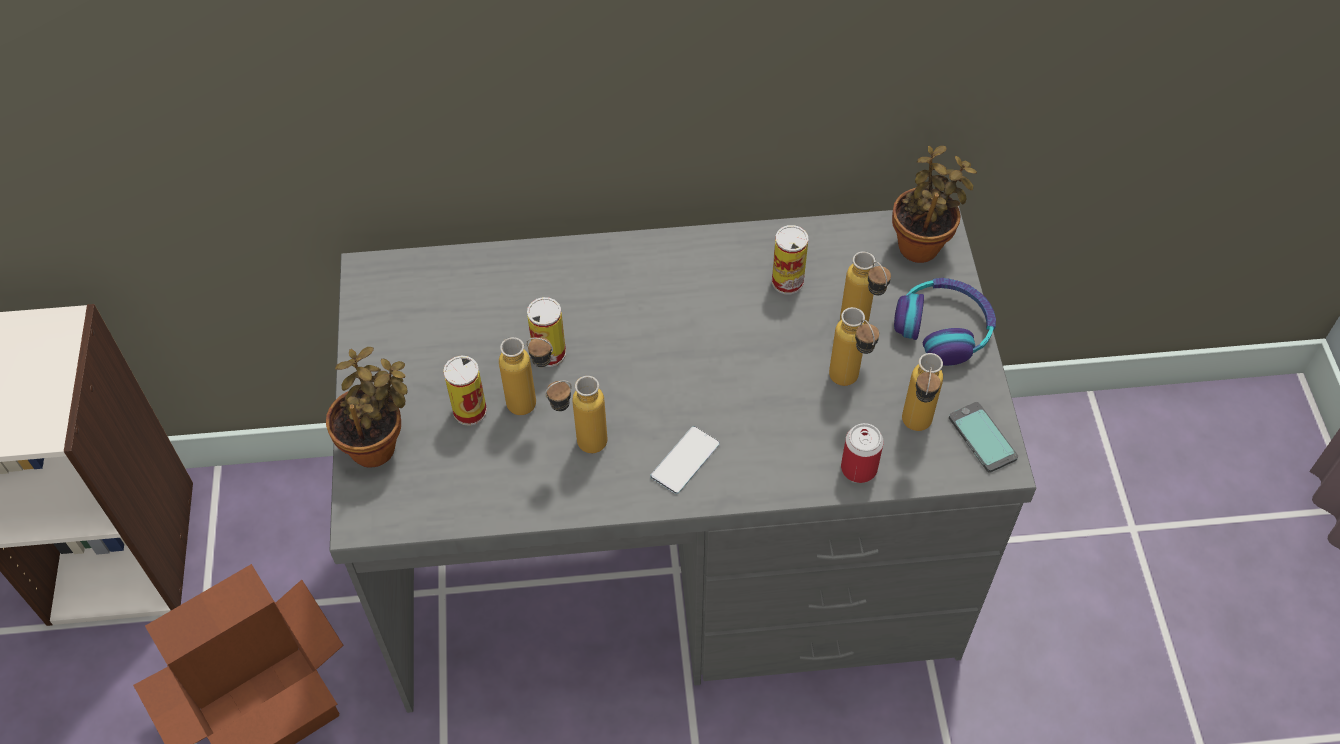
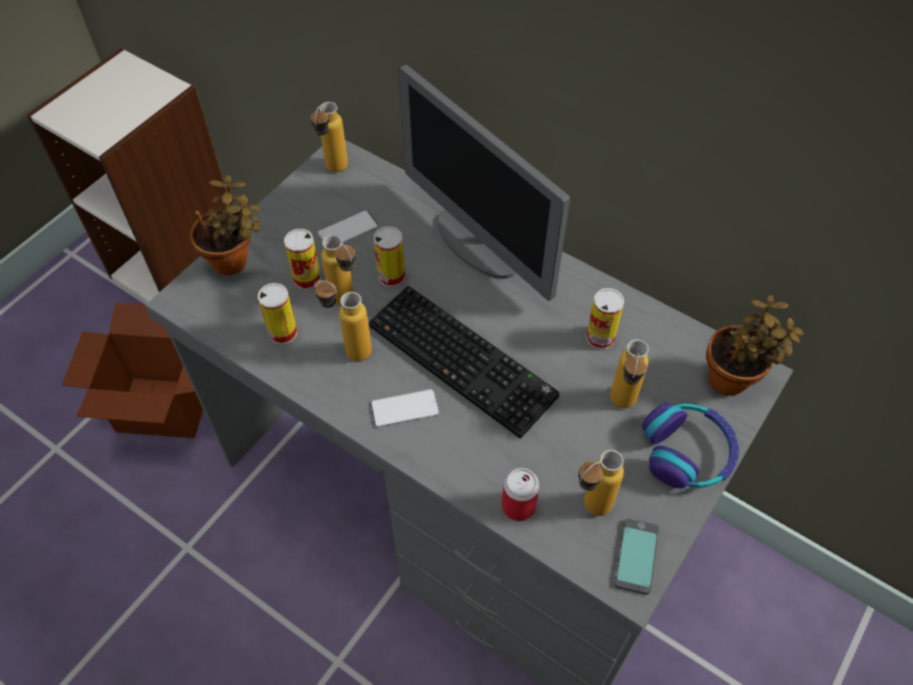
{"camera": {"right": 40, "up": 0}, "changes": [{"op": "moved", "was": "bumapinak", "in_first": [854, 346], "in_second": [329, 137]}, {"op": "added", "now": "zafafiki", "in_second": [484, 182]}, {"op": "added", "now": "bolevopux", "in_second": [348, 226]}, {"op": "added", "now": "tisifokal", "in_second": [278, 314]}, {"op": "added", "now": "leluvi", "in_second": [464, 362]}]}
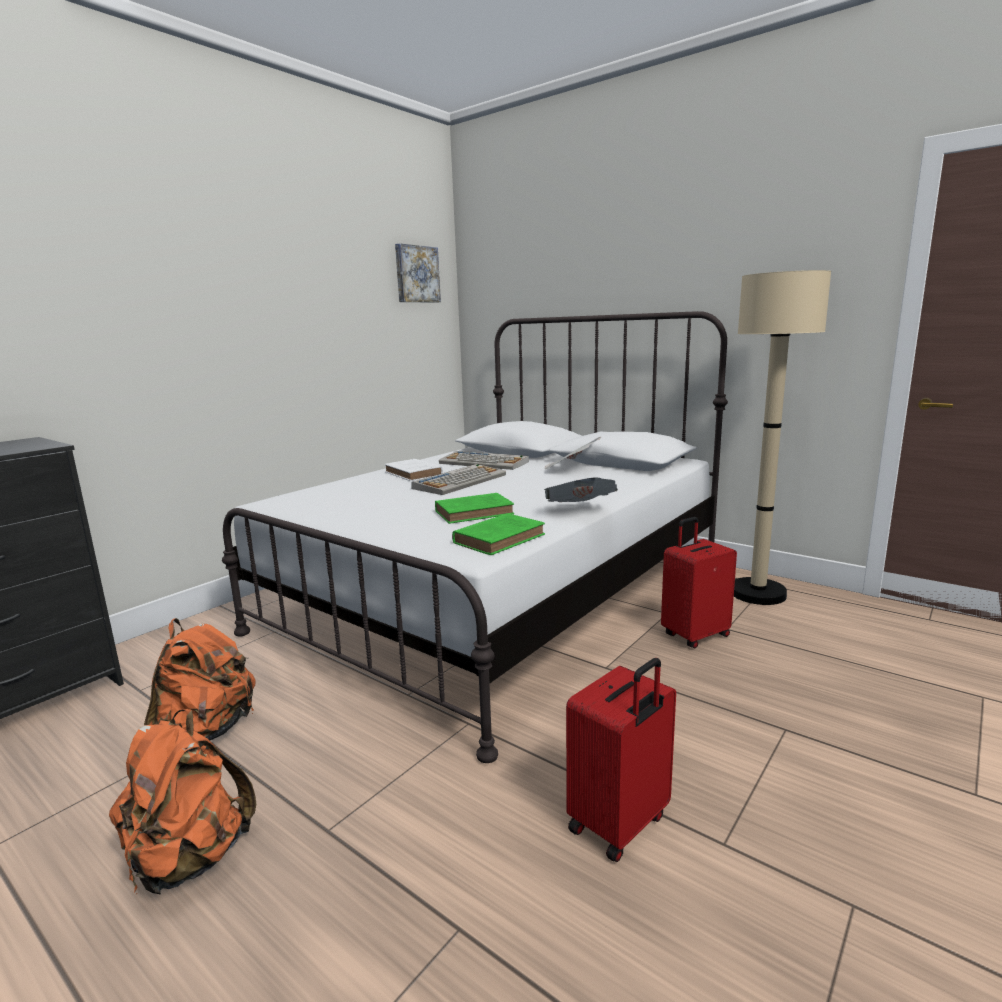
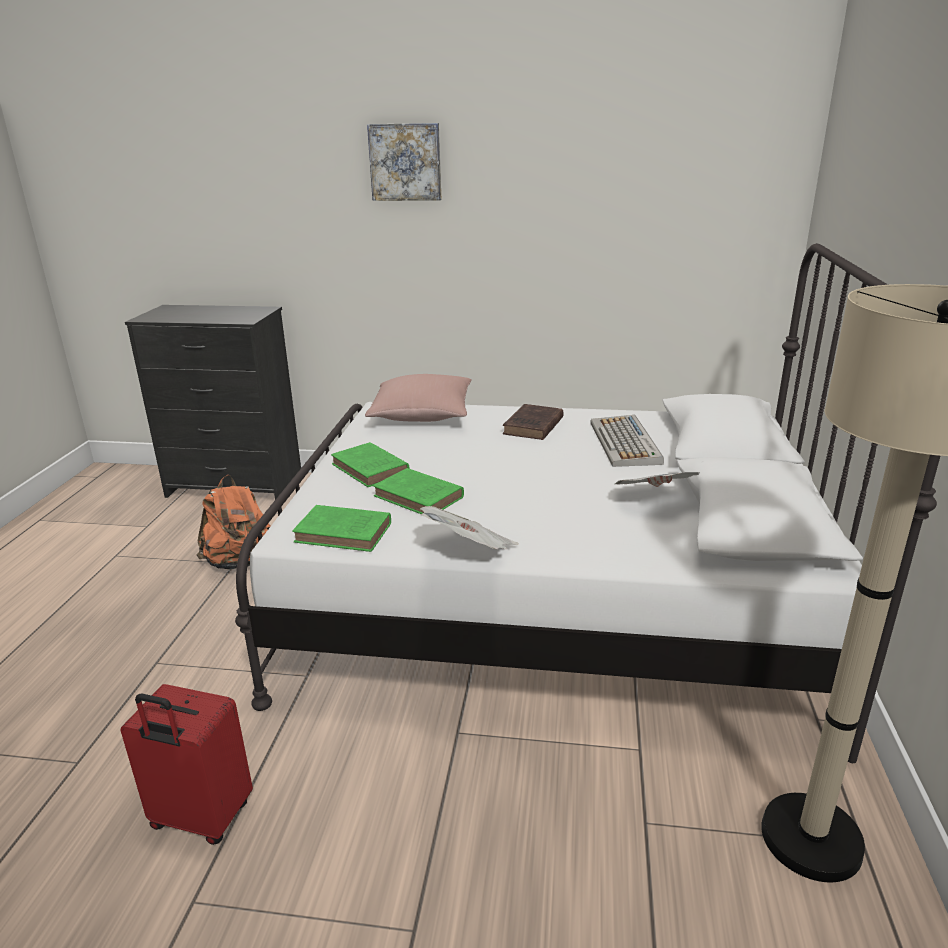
{"camera": {"right": 60, "up": 10}, "changes": [{"op": "moved", "was": "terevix", "in_first": [418, 273], "in_second": [404, 162]}, {"op": "recoloured", "was": "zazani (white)", "now": "zazani (brown)", "in_first": [413, 470], "in_second": [533, 422]}, {"op": "removed", "was": "leluvi", "in_first": [458, 479]}, {"op": "removed", "was": "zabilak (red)", "in_first": [699, 582]}, {"op": "removed", "was": "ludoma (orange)", "in_first": [182, 802]}, {"op": "added", "now": "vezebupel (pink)", "in_second": [418, 398]}, {"op": "added", "now": "zazani (green)", "in_second": [370, 464]}]}
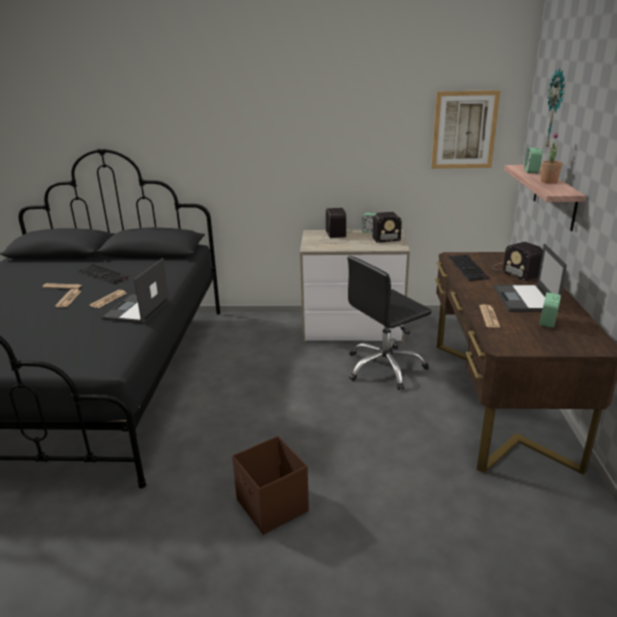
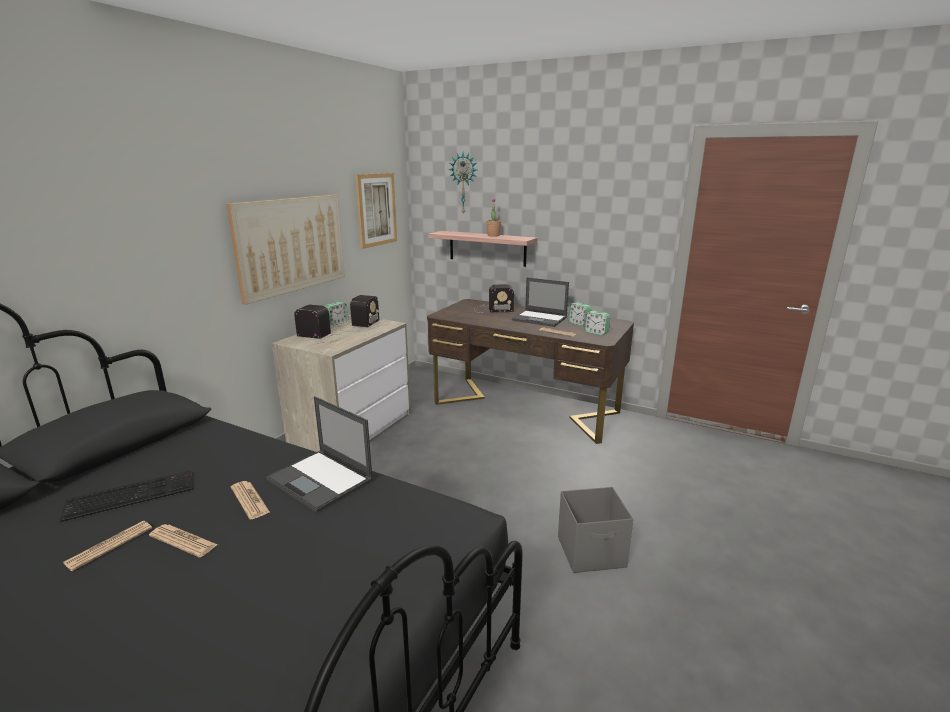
{"camera": {"right": -65, "up": -5}, "changes": [{"op": "moved", "was": "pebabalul", "in_first": [533, 160], "in_second": [597, 323]}, {"op": "removed", "was": "leluvi", "in_first": [469, 268]}, {"op": "removed", "was": "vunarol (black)", "in_first": [389, 323]}, {"op": "recoloured", "was": "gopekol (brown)", "now": "gopekol (grey)", "in_first": [270, 485], "in_second": [596, 530]}, {"op": "added", "now": "terevix", "in_second": [285, 249]}]}
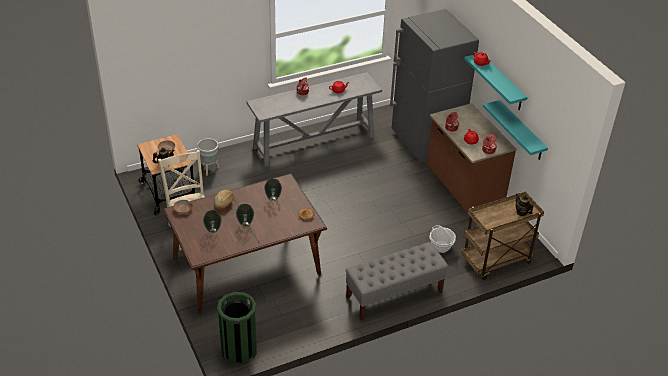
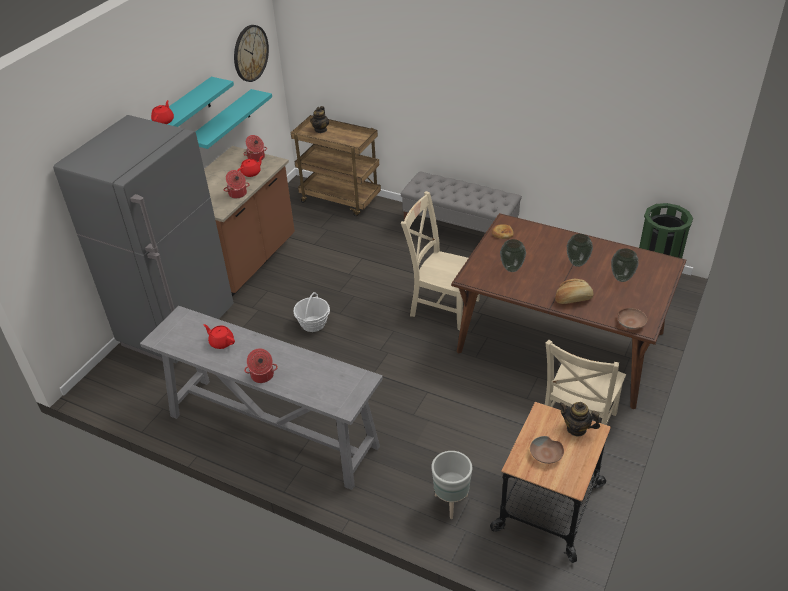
{"camera": {"right": -125, "up": 0}, "changes": [{"op": "moved", "was": "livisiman", "in_first": [443, 239], "in_second": [311, 312]}, {"op": "added", "now": "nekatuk", "in_second": [251, 53]}, {"op": "added", "now": "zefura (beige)", "in_second": [440, 260]}]}
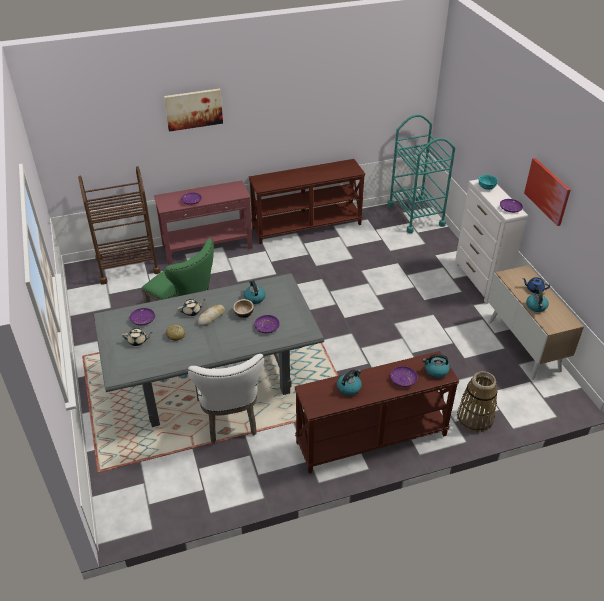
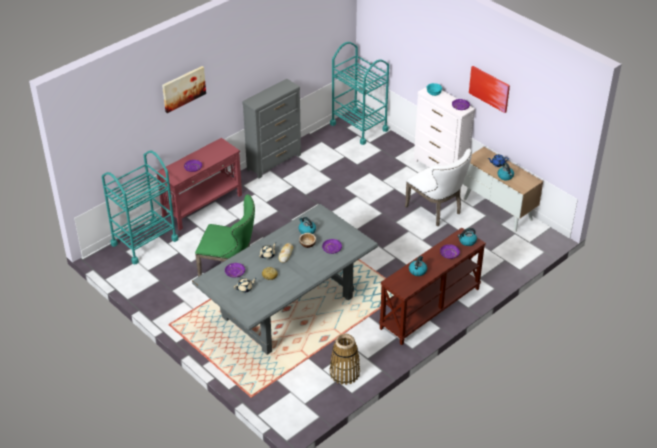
{"camera": {"right": -25, "up": 0}, "changes": [{"op": "replaced", "was": "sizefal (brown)", "now": "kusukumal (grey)", "in_first": [307, 201], "in_second": [271, 129]}, {"op": "recoloured", "was": "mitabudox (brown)", "now": "mitabudox (turquoise)", "in_first": [119, 225], "in_second": [140, 208]}, {"op": "moved", "was": "zefura (white)", "in_first": [226, 398], "in_second": [438, 187]}, {"op": "moved", "was": "livisiman", "in_first": [477, 401], "in_second": [345, 359]}]}
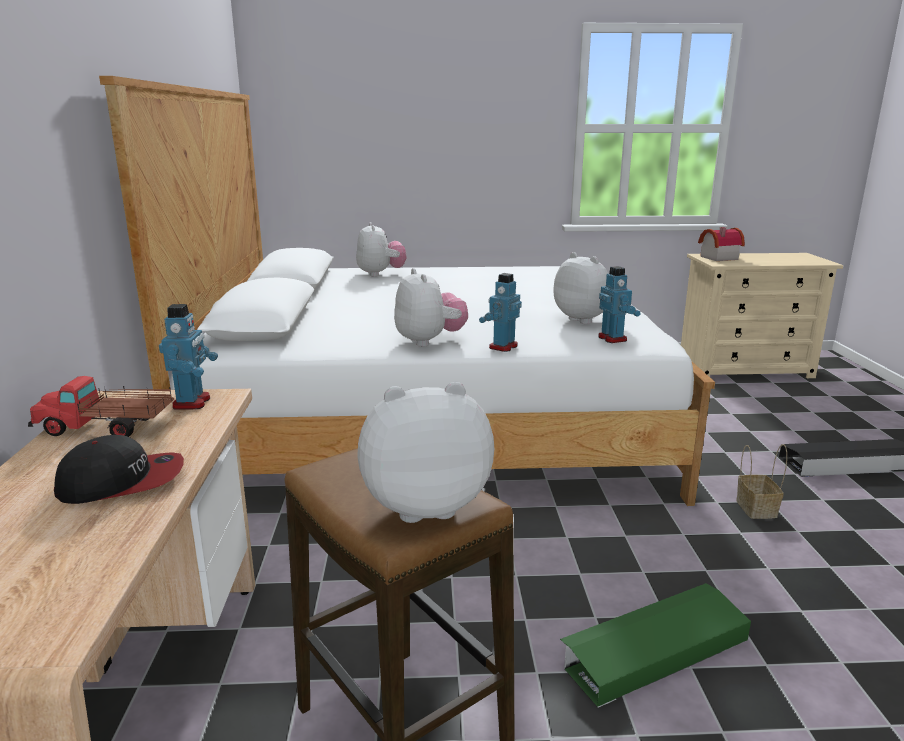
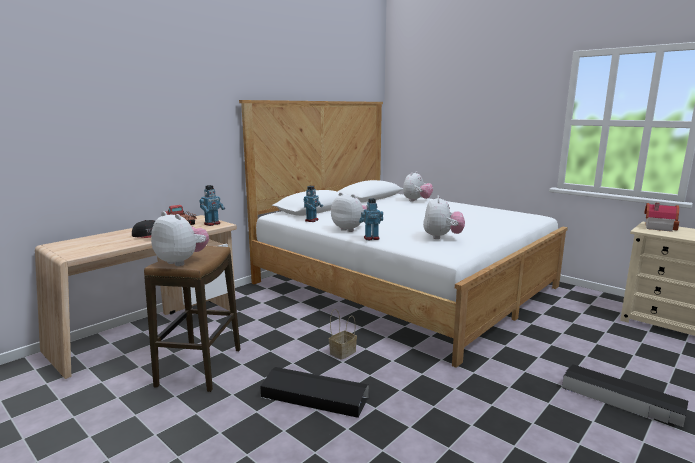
{"camera": {"right": 45, "up": -5}, "changes": [{"op": "moved", "was": "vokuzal", "in_first": [619, 304], "in_second": [313, 204]}, {"op": "turned", "was": "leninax", "in_first": [431, 307], "in_second": [349, 212], "clockwise": -75}, {"op": "moved", "was": "livisiman", "in_first": [761, 481], "in_second": [343, 334]}, {"op": "recoloured", "was": "gopekol (green)", "now": "gopekol (black)", "in_first": [655, 645], "in_second": [314, 392]}]}
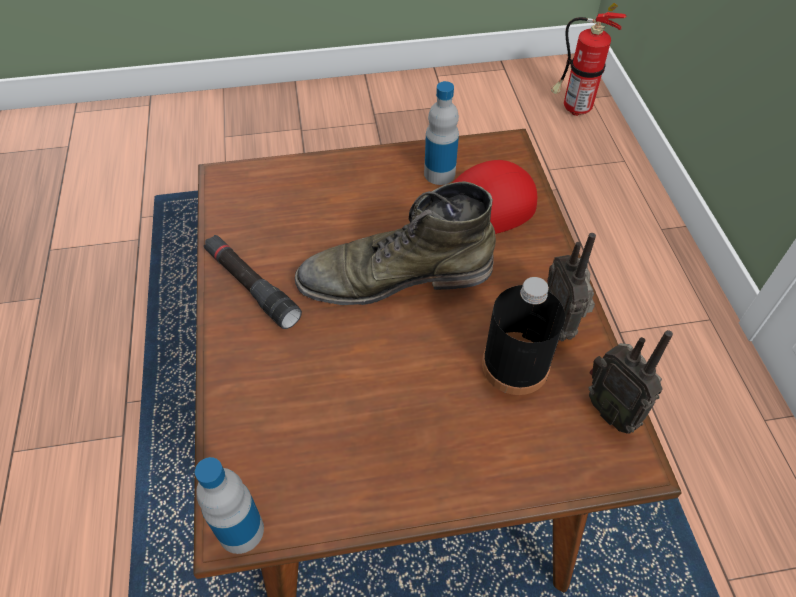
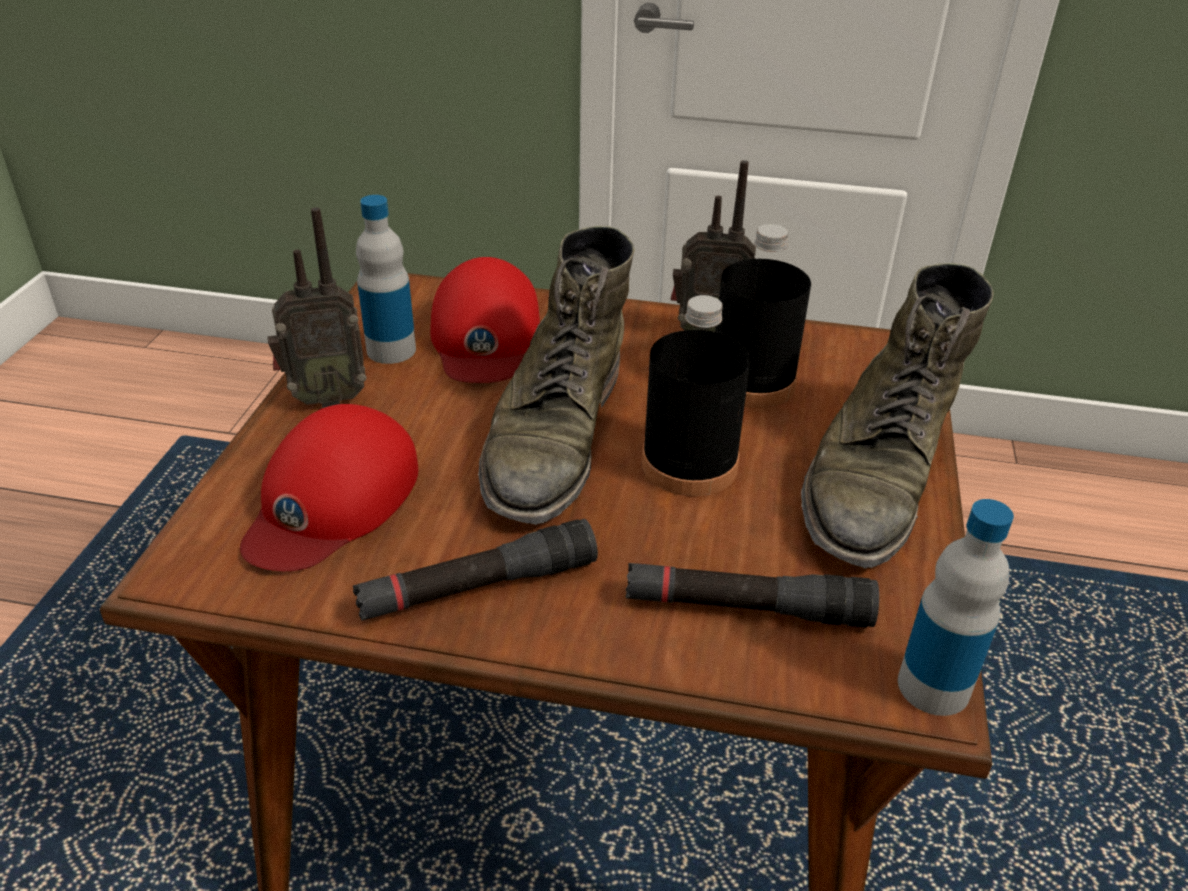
{"camera": {"right": -70, "up": -15}, "changes": [{"op": "removed", "was": "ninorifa", "in_first": [589, 59]}, {"op": "moved", "was": "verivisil", "in_first": [631, 382], "in_second": [317, 307]}, {"op": "added", "now": "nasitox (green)", "in_second": [897, 415]}, {"op": "added", "now": "bumapinak (black)", "in_second": [696, 395]}, {"op": "added", "now": "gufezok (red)", "in_second": [329, 487]}, {"op": "added", "now": "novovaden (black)", "in_second": [752, 595]}]}
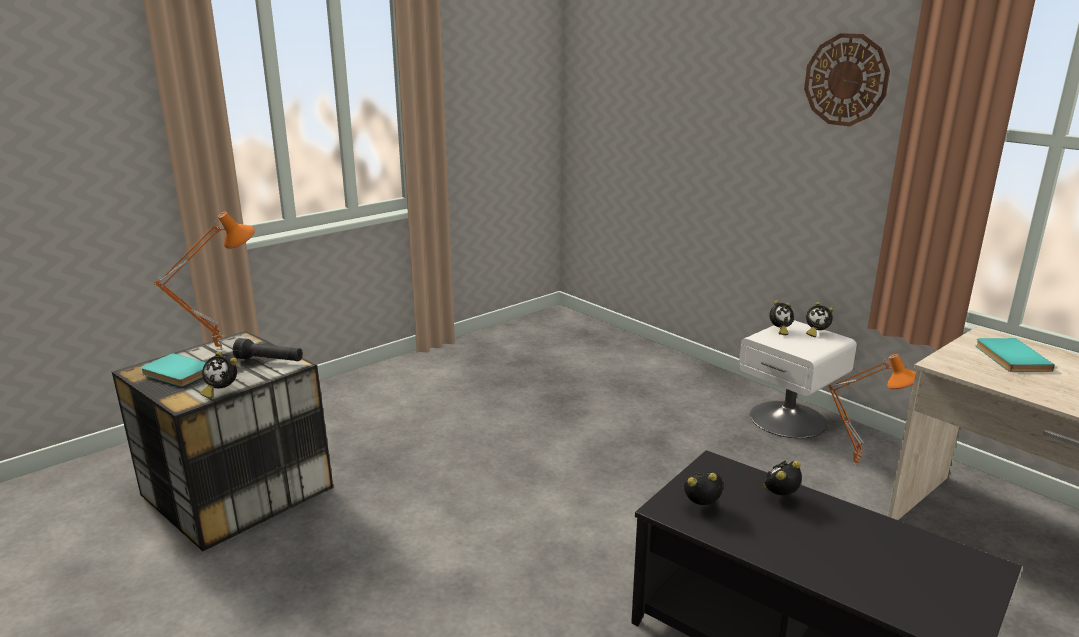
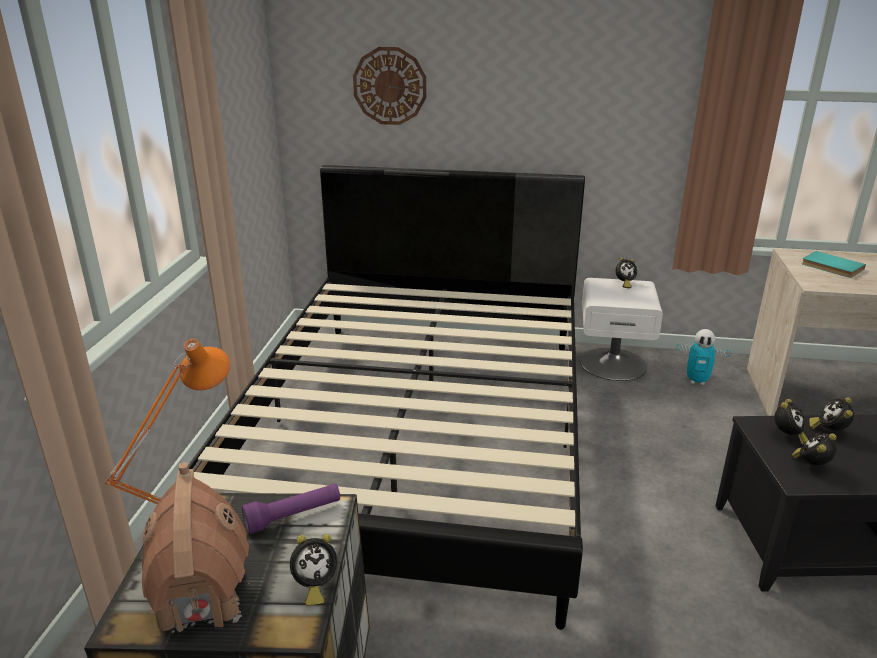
{"camera": {"right": -40, "up": 5}, "changes": [{"op": "moved", "was": "nekatuk", "in_first": [847, 79], "in_second": [389, 86]}, {"op": "moved", "was": "pebabalul", "in_first": [781, 317], "in_second": [791, 422]}, {"op": "recoloured", "was": "novovaden (black)", "now": "novovaden (purple)", "in_first": [268, 349], "in_second": [291, 509]}, {"op": "replaced", "was": "zazani (turquoise)", "now": "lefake", "in_first": [173, 370], "in_second": [195, 549]}, {"op": "replaced", "was": "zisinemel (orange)", "now": "vokuzal", "in_first": [872, 410], "in_second": [703, 357]}, {"op": "added", "now": "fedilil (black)", "in_second": [386, 397]}]}
